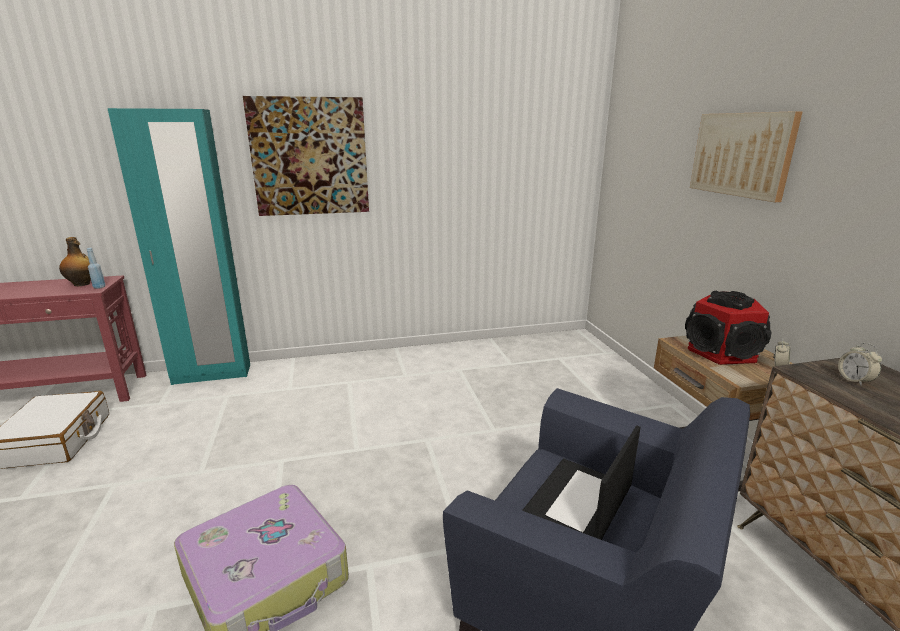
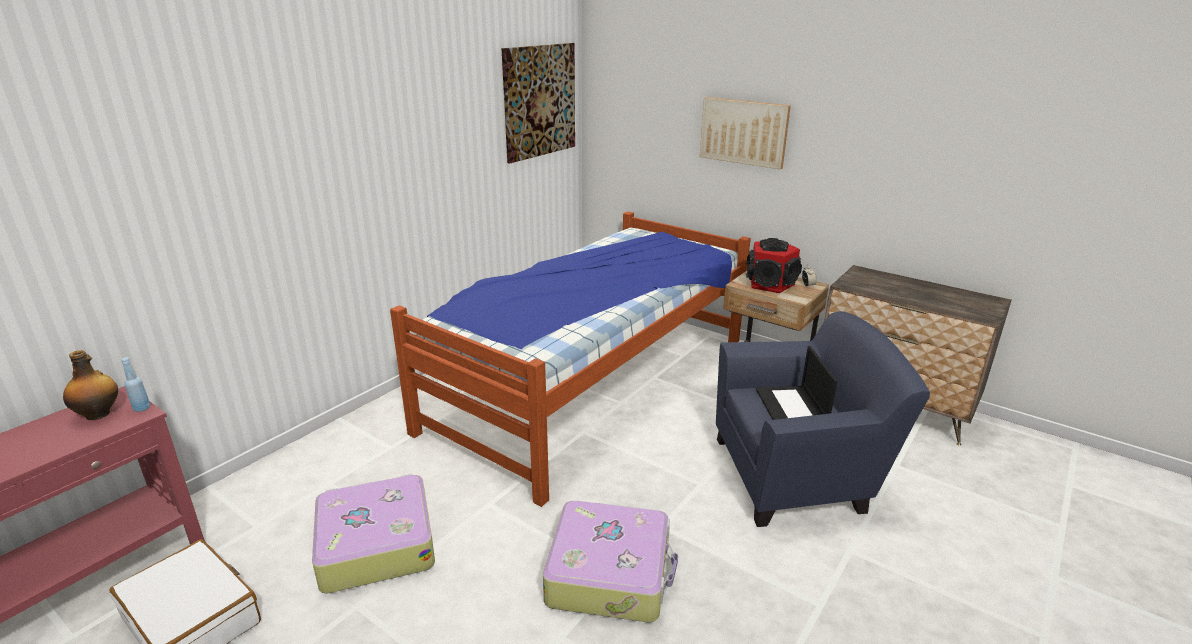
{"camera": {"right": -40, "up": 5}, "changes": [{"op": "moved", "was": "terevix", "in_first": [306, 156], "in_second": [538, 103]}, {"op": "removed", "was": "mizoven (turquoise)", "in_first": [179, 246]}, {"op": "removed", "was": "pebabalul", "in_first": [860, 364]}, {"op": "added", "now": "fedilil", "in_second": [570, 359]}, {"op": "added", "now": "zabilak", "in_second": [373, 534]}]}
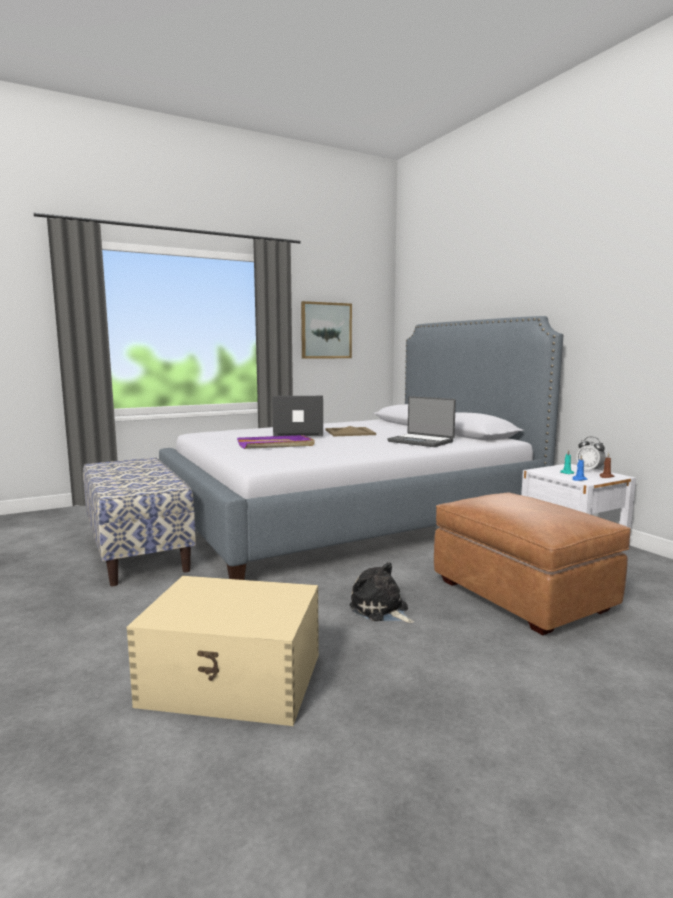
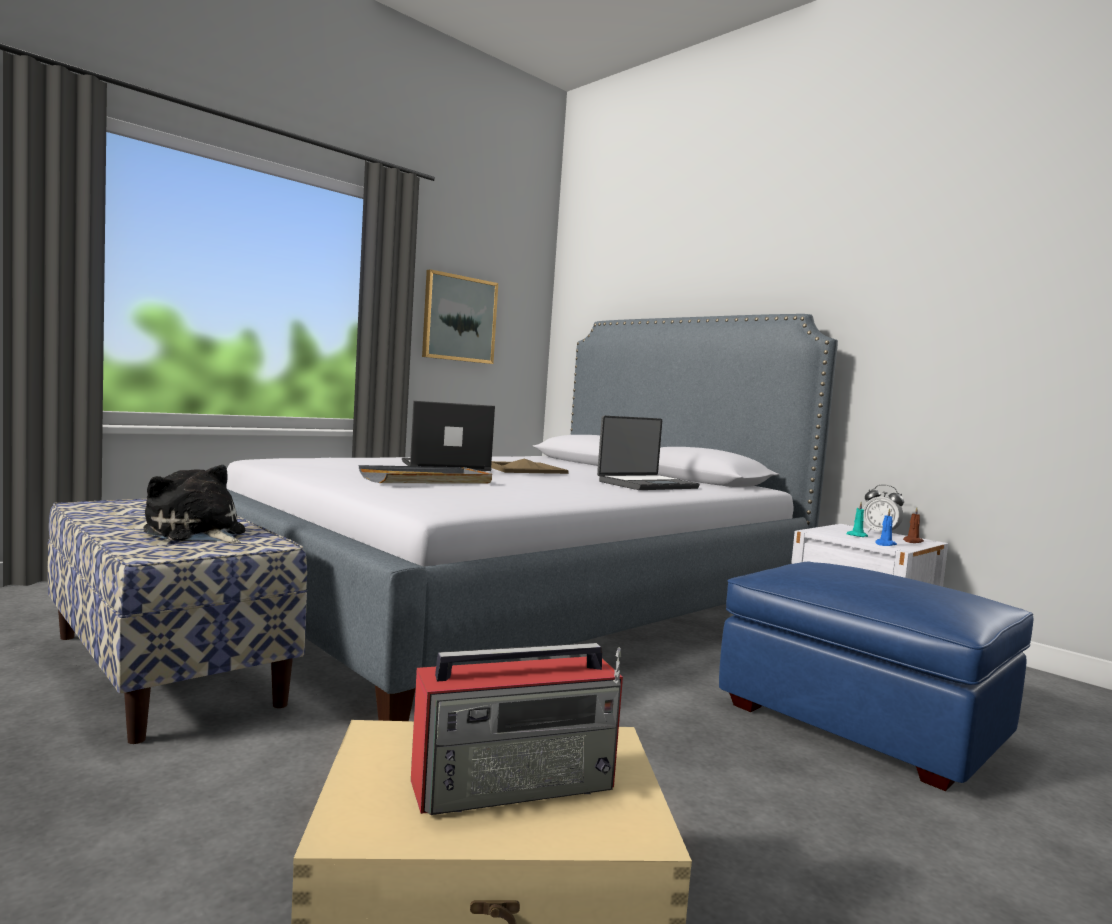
{"camera": {"right": -15, "up": -5}, "changes": [{"op": "turned", "was": "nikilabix", "in_first": [421, 421], "in_second": [648, 452], "clockwise": -60}, {"op": "recoloured", "was": "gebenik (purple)", "now": "gebenik (grey)", "in_first": [275, 442], "in_second": [425, 474]}, {"op": "recoloured", "was": "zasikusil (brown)", "now": "zasikusil (blue)", "in_first": [532, 563], "in_second": [876, 676]}, {"op": "moved", "was": "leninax", "in_first": [381, 592], "in_second": [194, 504]}, {"op": "added", "now": "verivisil", "in_second": [517, 729]}]}
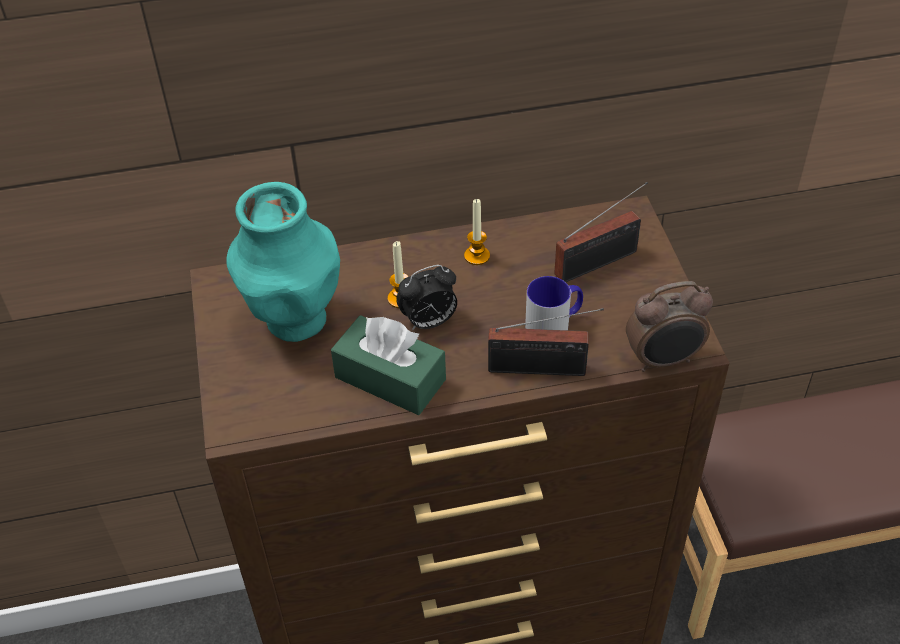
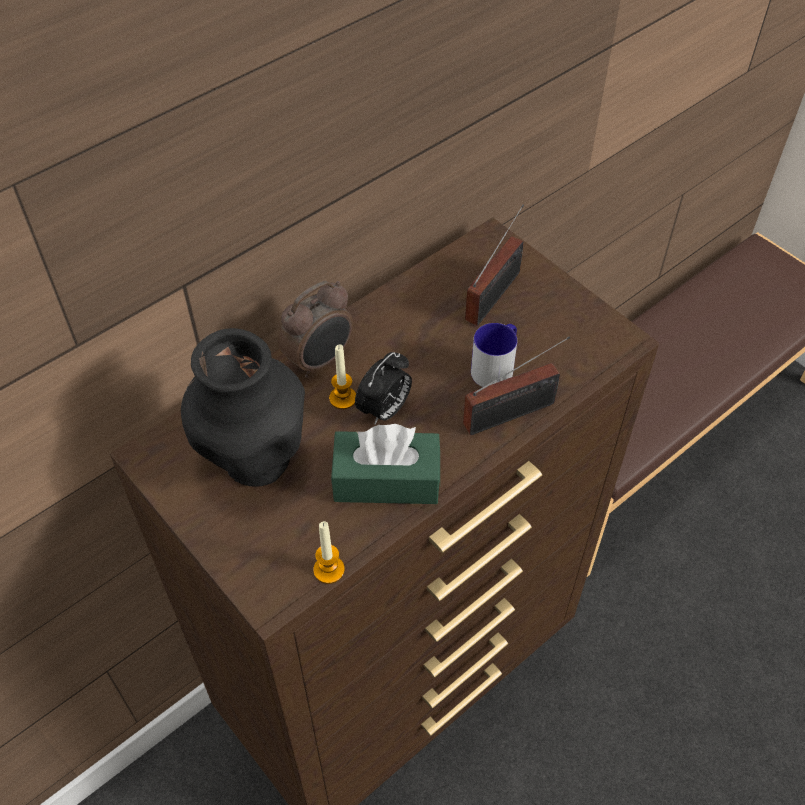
{"camera": {"right": -30, "up": 5}, "changes": [{"op": "recoloured", "was": "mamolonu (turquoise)", "now": "mamolonu (black)", "in_first": [283, 262], "in_second": [243, 407]}, {"op": "moved", "was": "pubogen", "in_first": [477, 232], "in_second": [329, 552]}, {"op": "moved", "was": "pebabalul", "in_first": [669, 326], "in_second": [315, 329]}]}
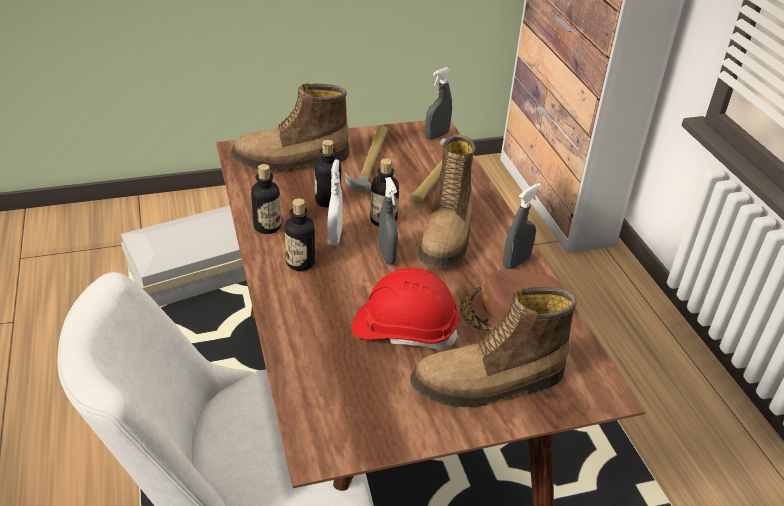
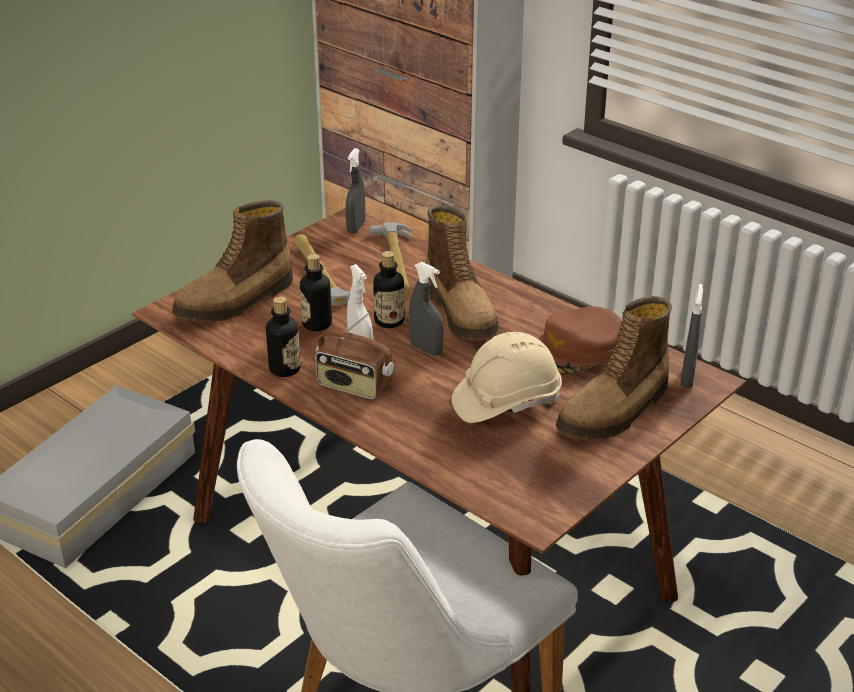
{"camera": {"right": -30, "up": -5}, "changes": [{"op": "moved", "was": "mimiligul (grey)", "in_first": [522, 226], "in_second": [691, 336]}, {"op": "replaced", "was": "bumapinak", "now": "verivisil", "in_first": [299, 234], "in_second": [354, 356]}, {"op": "recoloured", "was": "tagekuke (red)", "now": "tagekuke (beige)", "in_first": [405, 308], "in_second": [507, 377]}]}
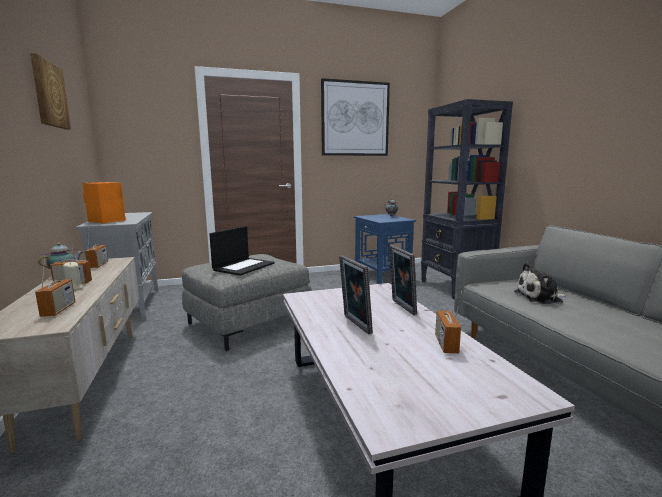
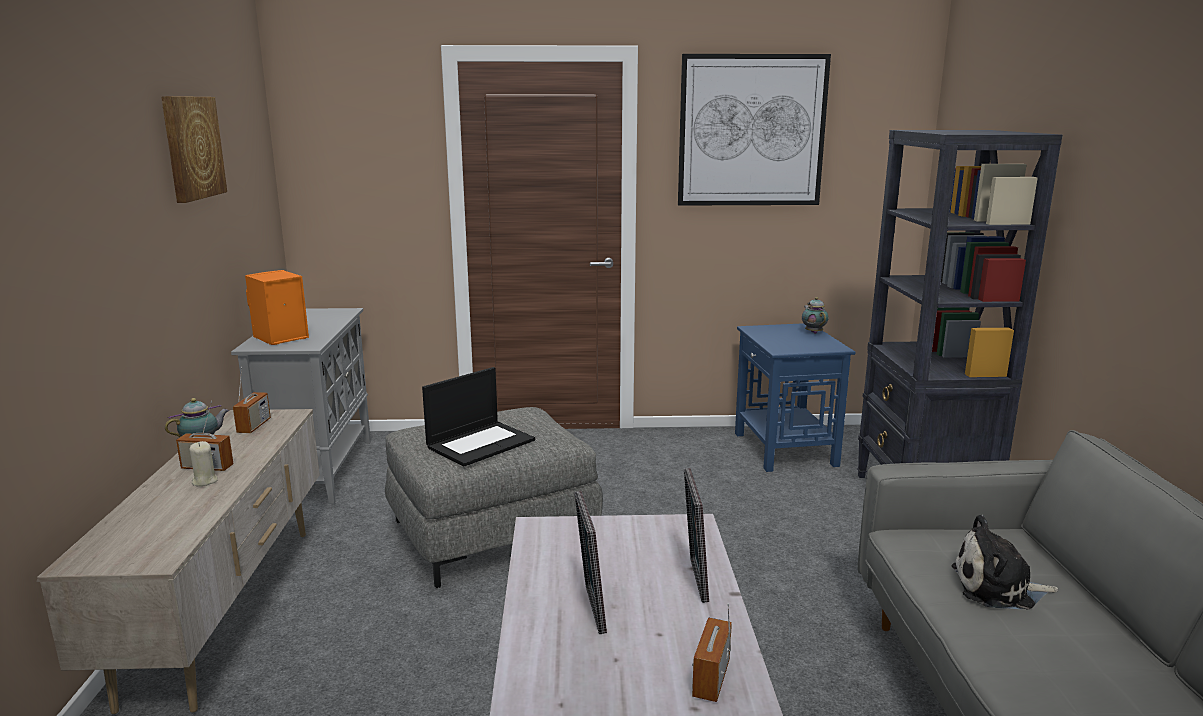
{"camera": {"right": 15, "up": 5}, "changes": [{"op": "removed", "was": "verivisil", "in_first": [55, 286]}]}
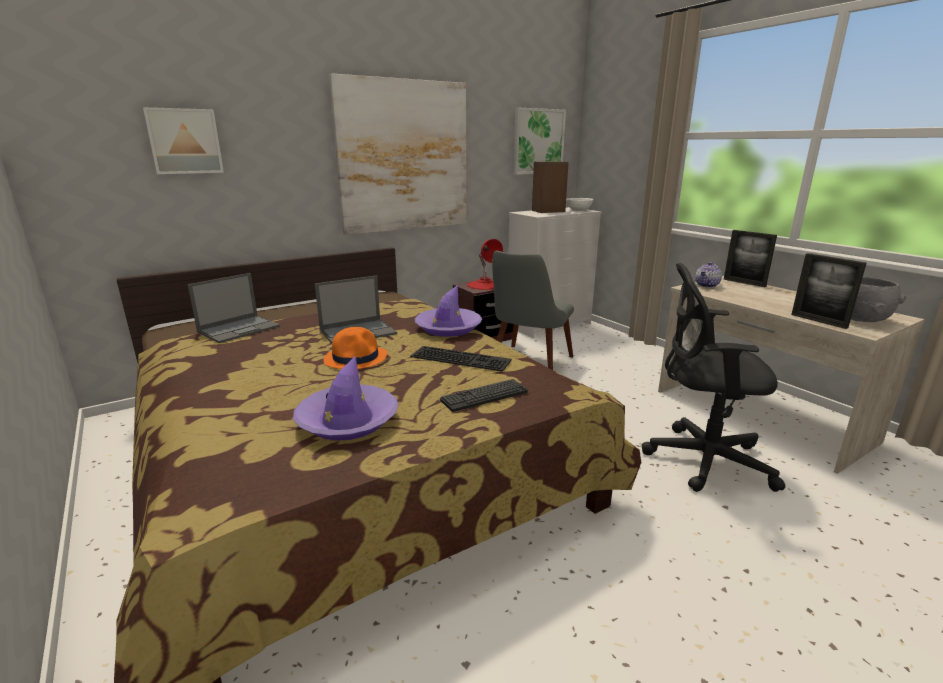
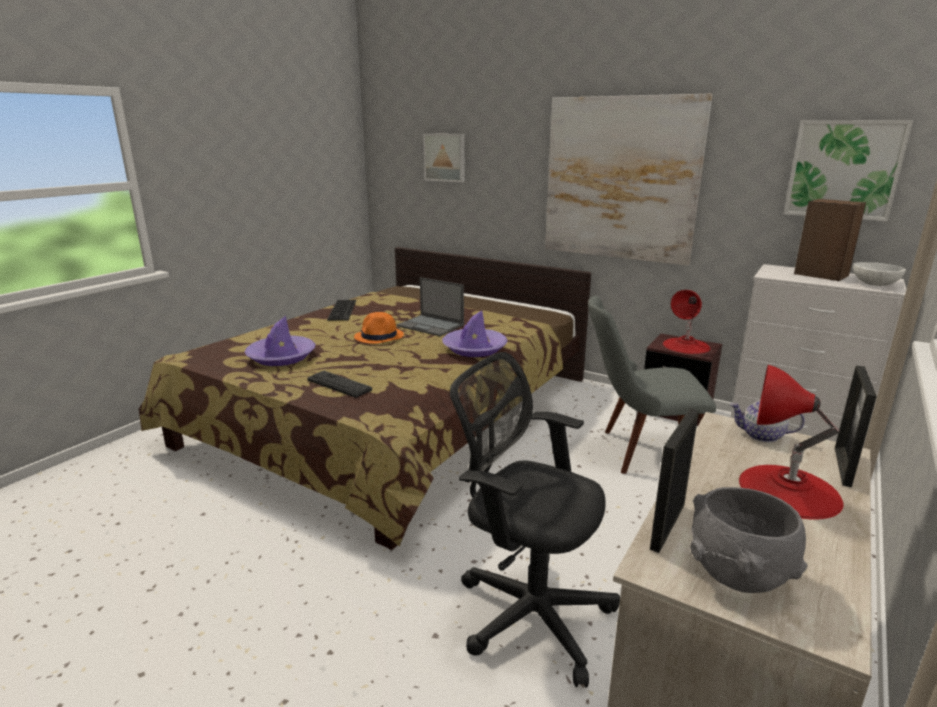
{"camera": {"right": 65, "up": 0}, "changes": [{"op": "turned", "was": "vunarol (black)", "in_first": [713, 377], "in_second": [535, 519], "clockwise": -45}, {"op": "removed", "was": "nikilabix", "in_first": [233, 308]}, {"op": "moved", "was": "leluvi", "in_first": [461, 359], "in_second": [341, 310]}, {"op": "added", "now": "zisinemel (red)", "in_second": [791, 442]}]}
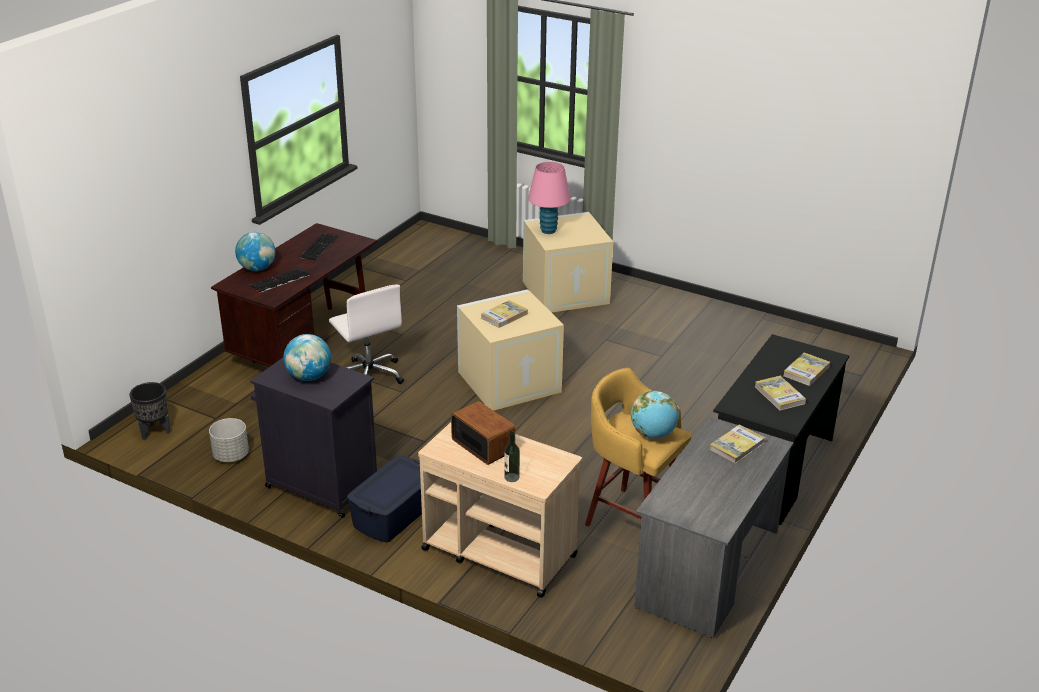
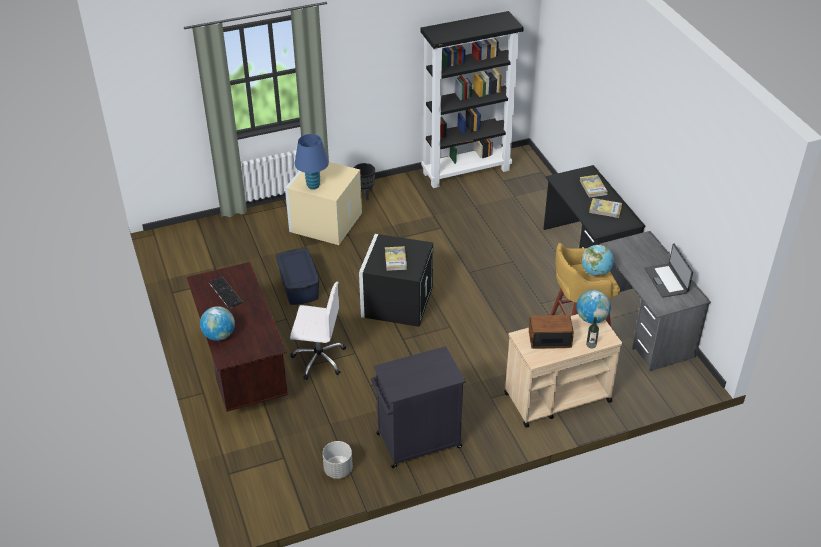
{"camera": {"right": -50, "up": 10}, "changes": [{"op": "recoloured", "was": "zisinemel (pink)", "now": "zisinemel (blue)", "in_first": [549, 198], "in_second": [312, 162]}, {"op": "removed", "was": "leluvi", "in_first": [280, 280]}, {"op": "recoloured", "was": "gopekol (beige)", "now": "gopekol (black)", "in_first": [510, 350], "in_second": [396, 280]}, {"op": "moved", "was": "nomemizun", "in_first": [307, 357], "in_second": [593, 307]}, {"op": "moved", "was": "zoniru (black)", "in_first": [149, 411], "in_second": [364, 181]}, {"op": "removed", "was": "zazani", "in_first": [737, 444]}, {"op": "moved", "was": "gopekol (blue)", "in_first": [384, 499], "in_second": [297, 277]}, {"op": "added", "now": "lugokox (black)", "in_second": [472, 99]}, {"op": "added", "now": "nikilabix", "in_second": [669, 271]}]}
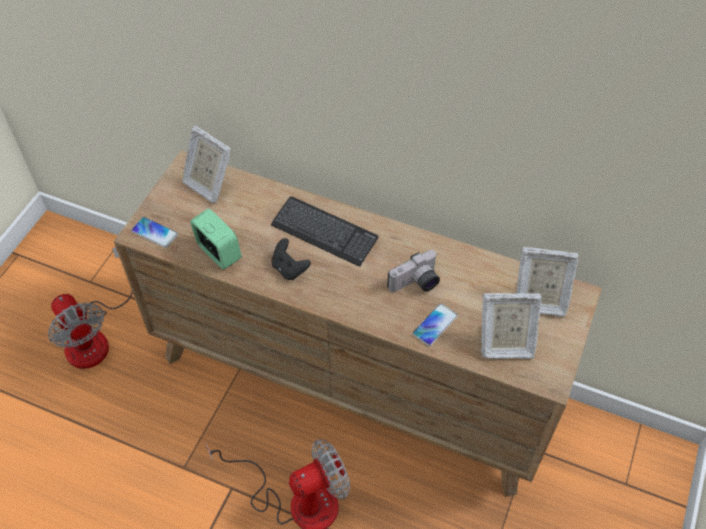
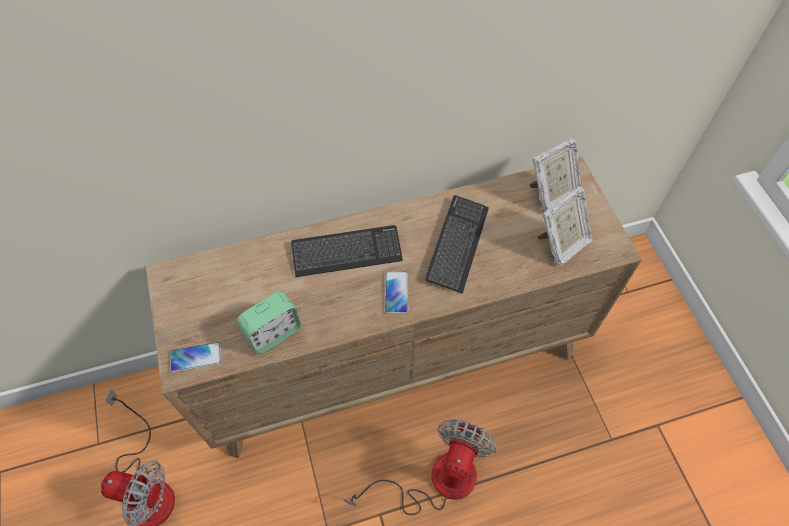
{"camera": {"right": -40, "up": 5}, "changes": [{"op": "removed", "was": "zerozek", "in_first": [206, 164]}, {"op": "turned", "was": "pebabalul", "in_first": [216, 239], "in_second": [269, 322], "clockwise": 135}, {"op": "removed", "was": "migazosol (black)", "in_first": [291, 259]}, {"op": "replaced", "was": "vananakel", "now": "leluvi", "in_first": [413, 271], "in_second": [457, 244]}, {"op": "moved", "was": "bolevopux", "in_first": [435, 324], "in_second": [396, 292]}]}
